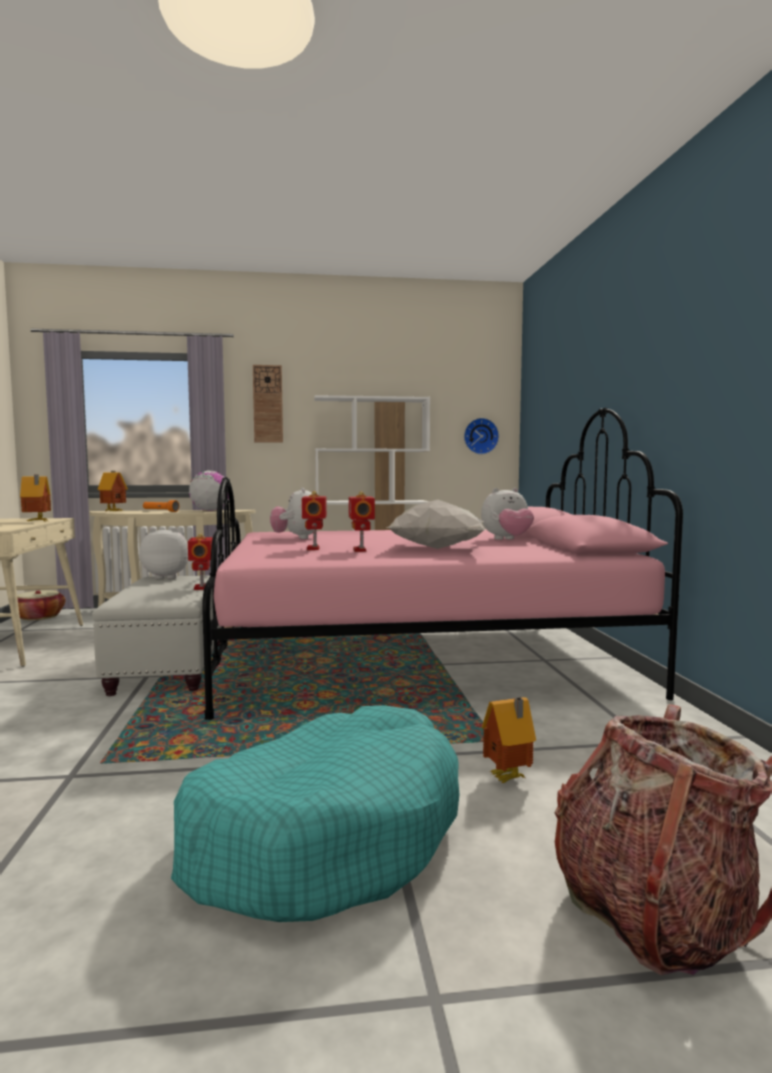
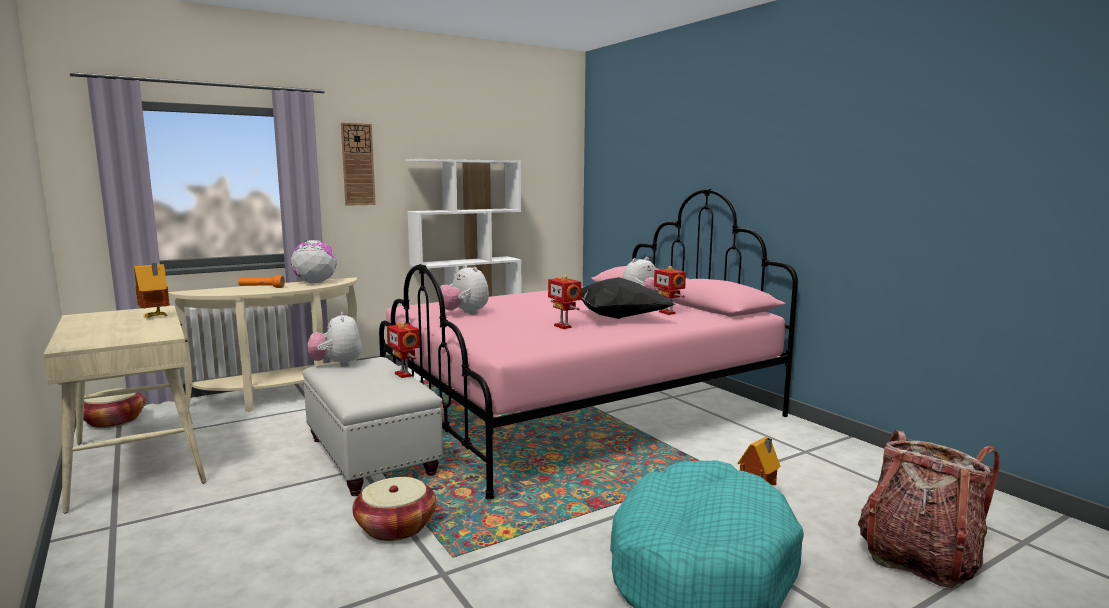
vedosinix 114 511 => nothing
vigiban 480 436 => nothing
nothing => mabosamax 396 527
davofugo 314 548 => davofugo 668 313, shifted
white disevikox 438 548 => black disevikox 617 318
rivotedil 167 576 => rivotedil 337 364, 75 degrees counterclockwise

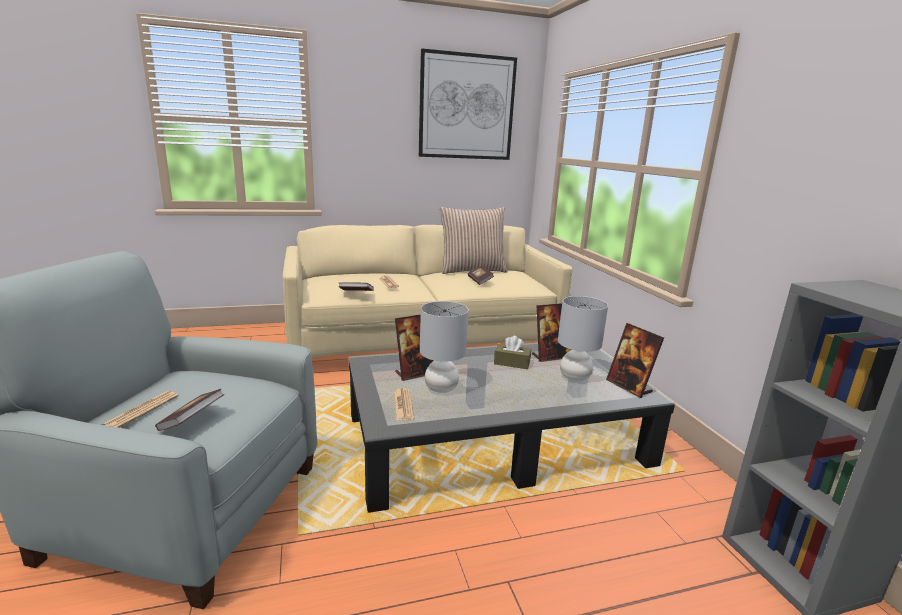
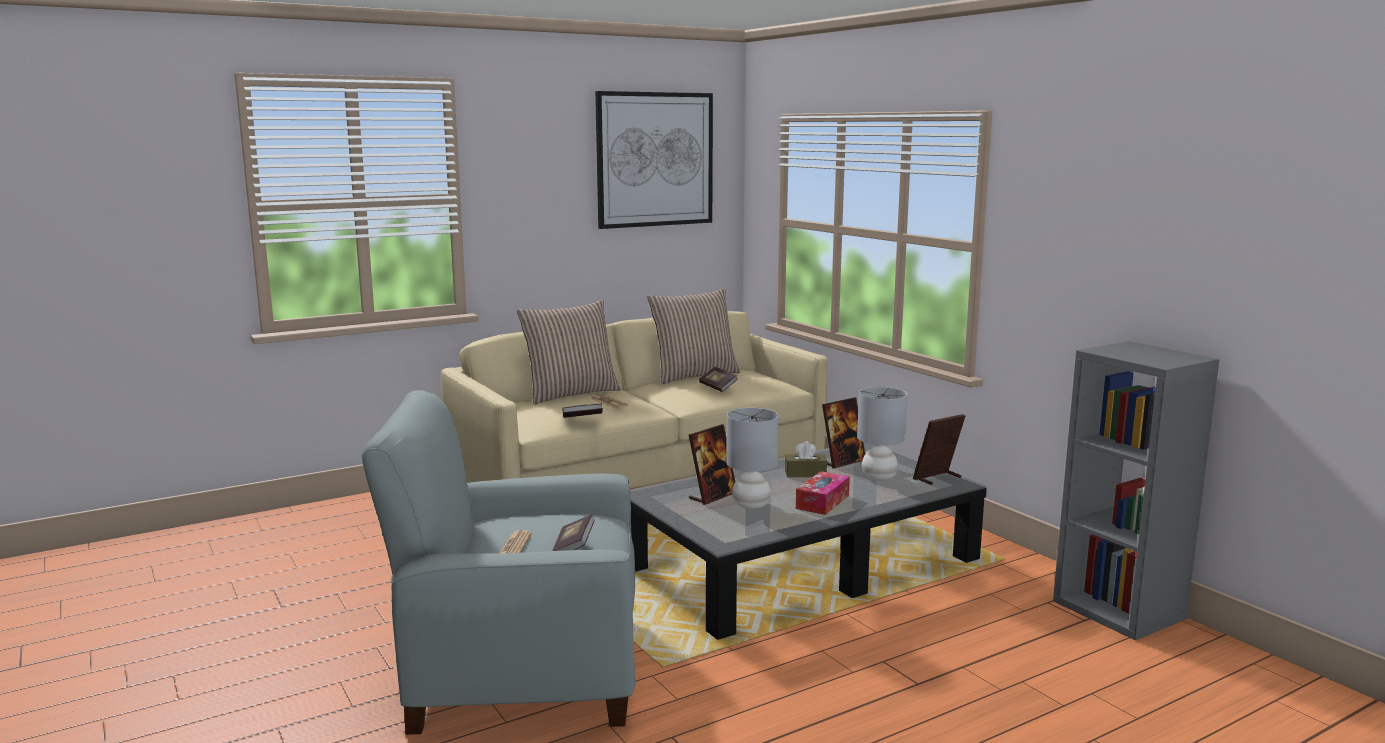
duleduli 403 405 => nothing
nothing => disevikox 570 393
nothing => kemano 822 502
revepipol 629 386 => revepipol 937 478, 105 degrees clockwise

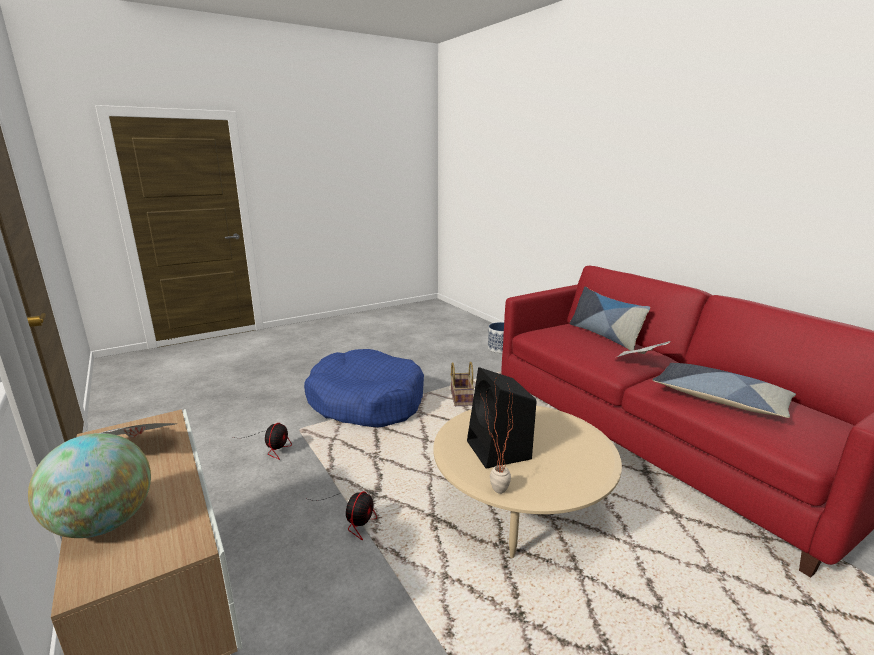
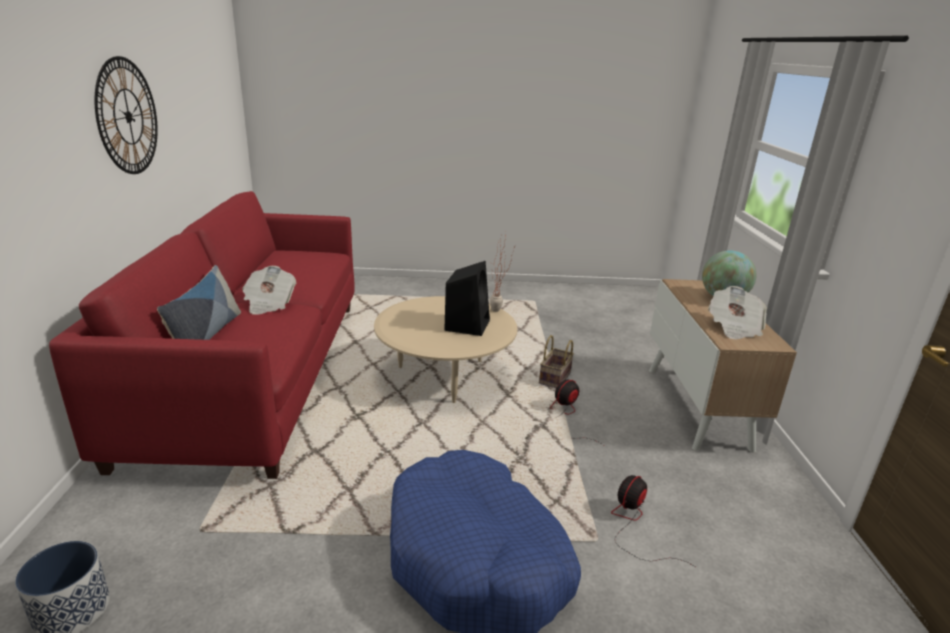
disevikox 719 399 => nothing
nothing => vigiban 128 116
mabosamax 460 398 => mabosamax 555 379, shifted

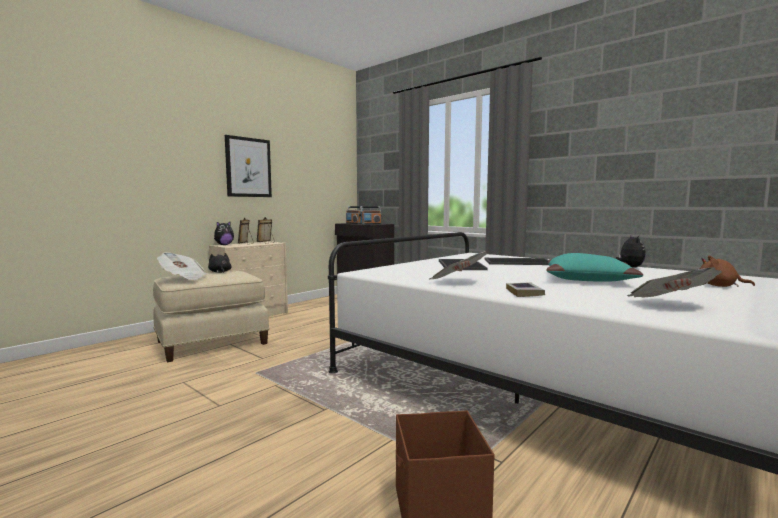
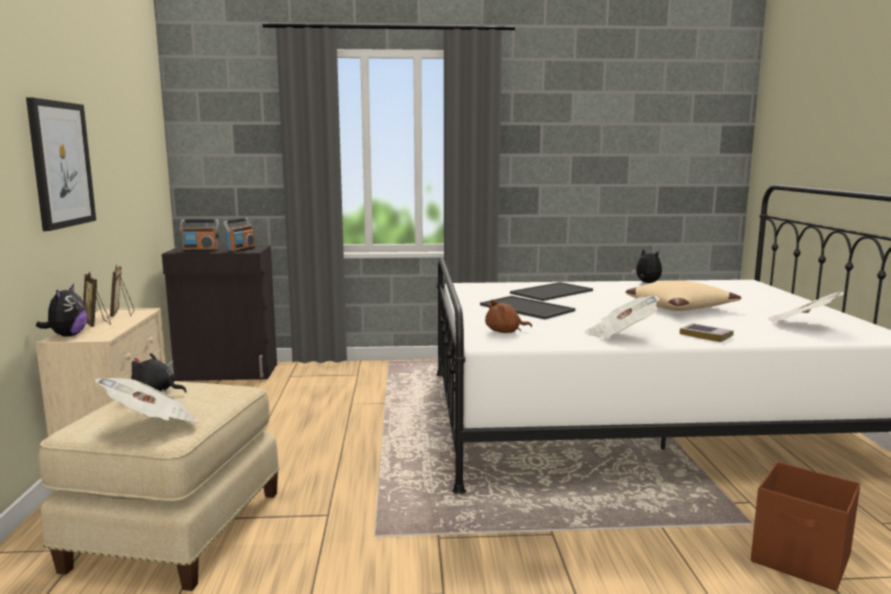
brown rivotedil 720 286 => brown rivotedil 505 332, shifted
turquoise disevikox 588 279 => beige disevikox 679 307

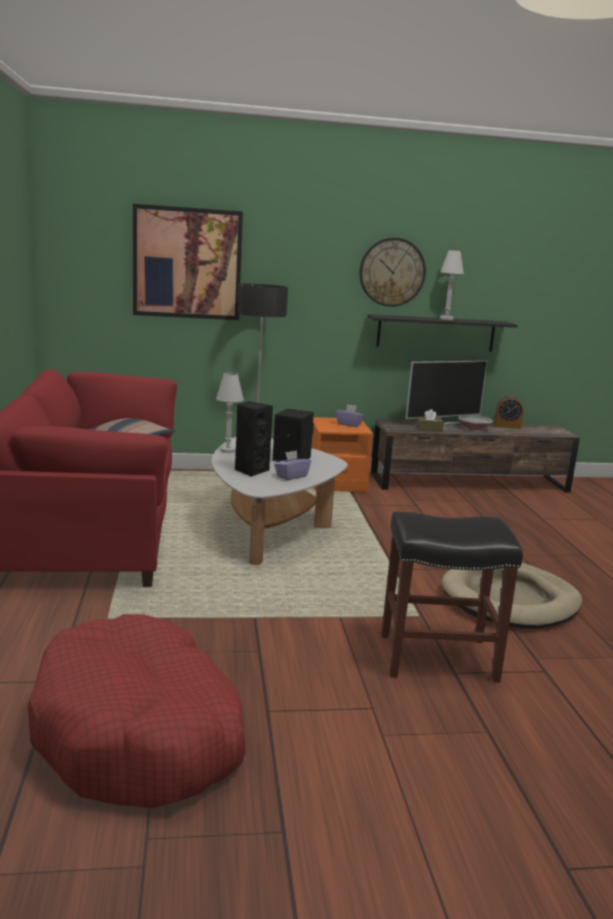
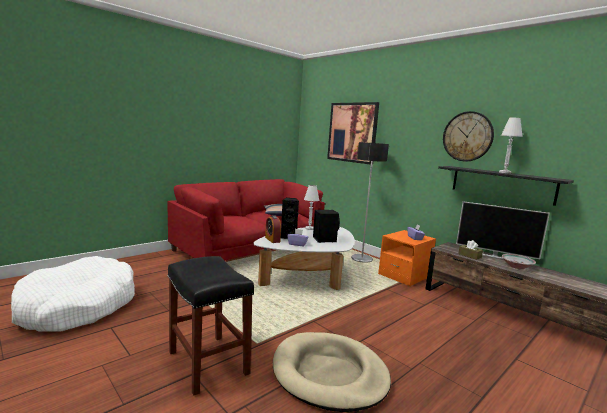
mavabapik 507 426 => mavabapik 272 239, shifted
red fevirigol 139 733 => white fevirigol 78 306

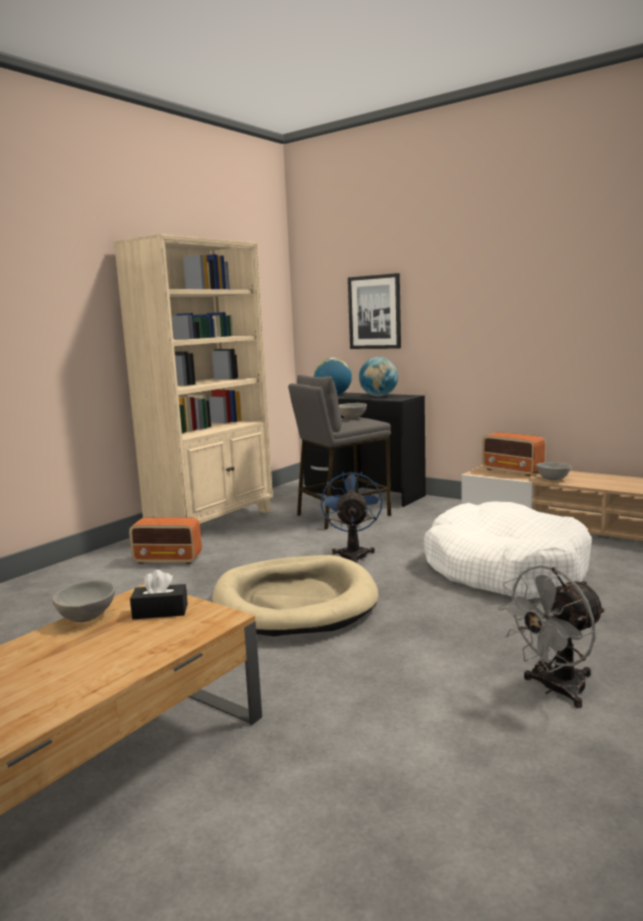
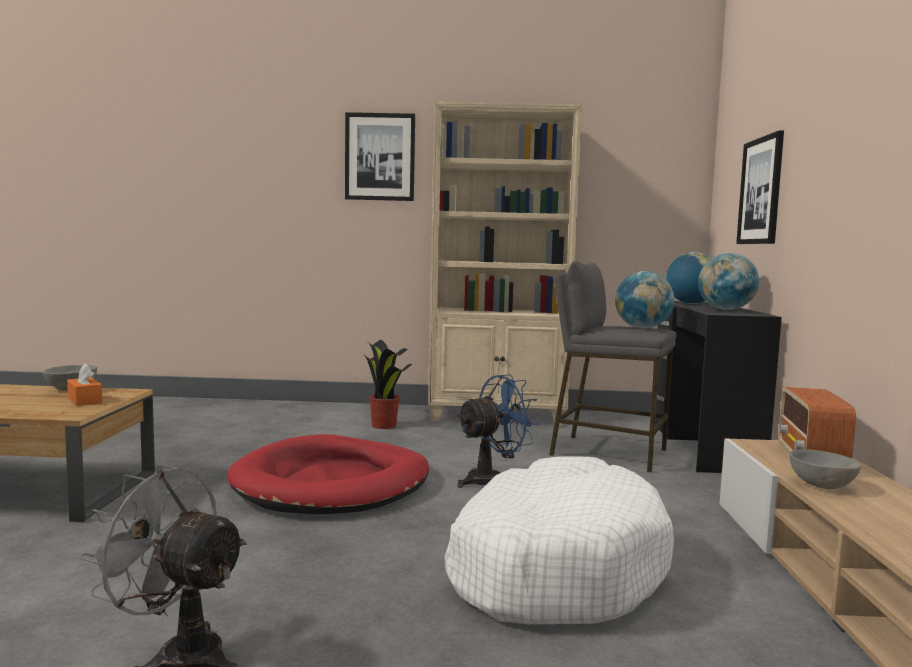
nothing => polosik 380 157
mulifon 168 560 => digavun 383 425
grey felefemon 352 418 => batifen 642 328
black kemano 160 611 => orange kemano 84 400
beige fevirigol 294 602 => red fevirigol 333 483

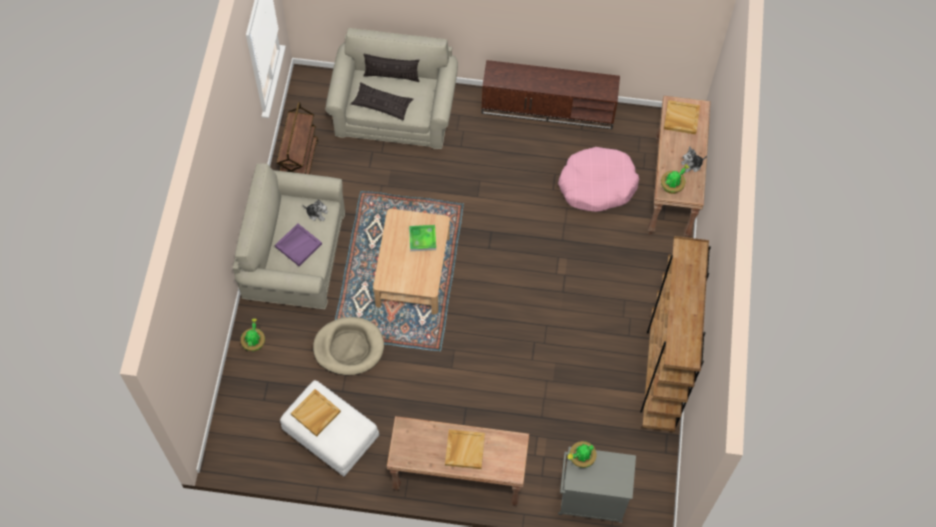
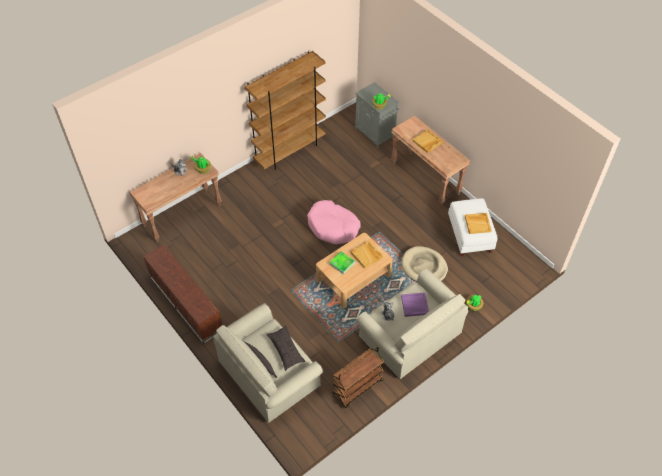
pink fevirigol 597 185 => pink fevirigol 333 227, shifted
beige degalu 681 118 => beige degalu 367 255, shifted

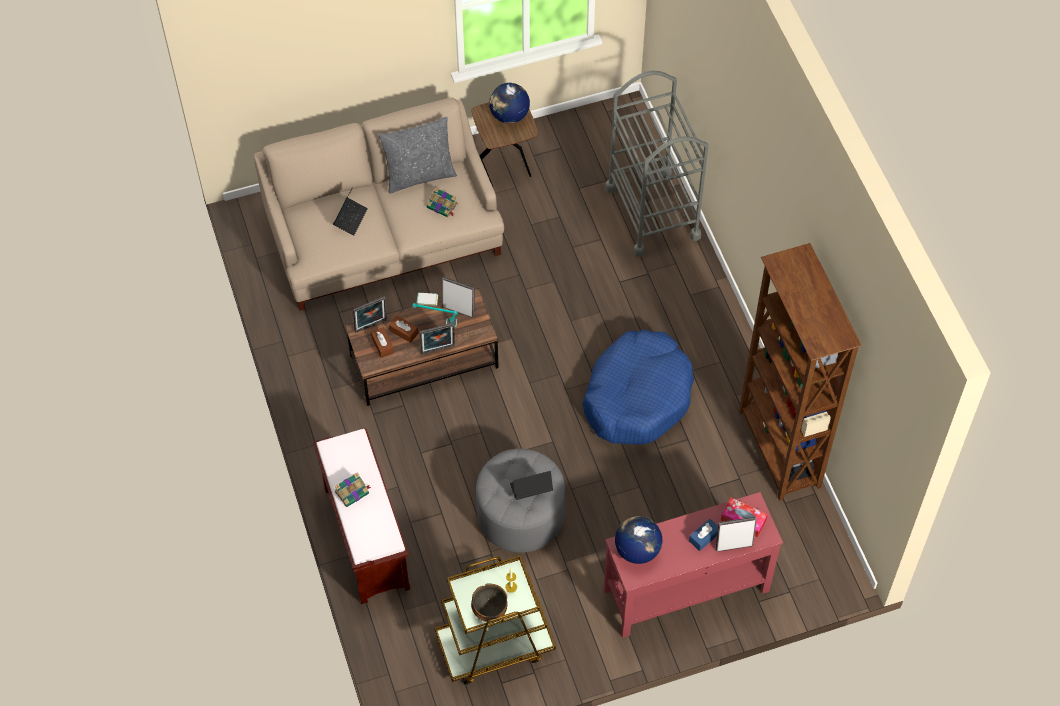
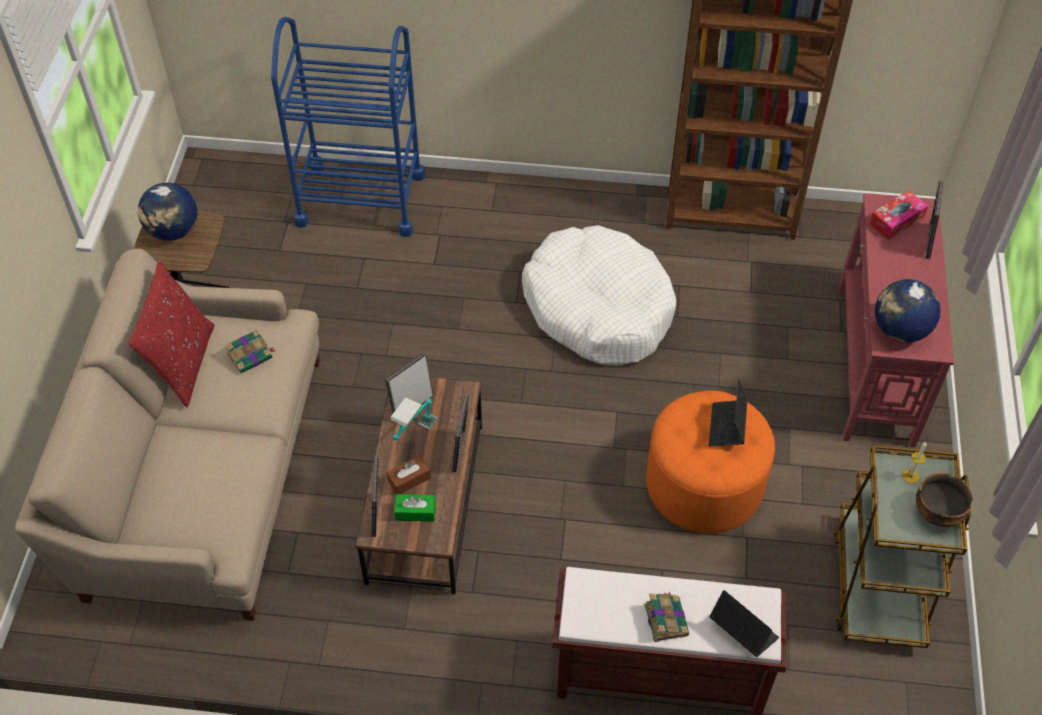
blue kemano 704 537 => nothing
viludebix 350 218 => viludebix 742 630, shifted
brown kemano 382 345 => green kemano 415 512
grey disevikox 419 175 => red disevikox 183 363
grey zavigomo 520 514 => orange zavigomo 704 484
blue fevirigol 637 396 => white fevirigol 598 308
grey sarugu 652 212 => blue sarugu 360 199

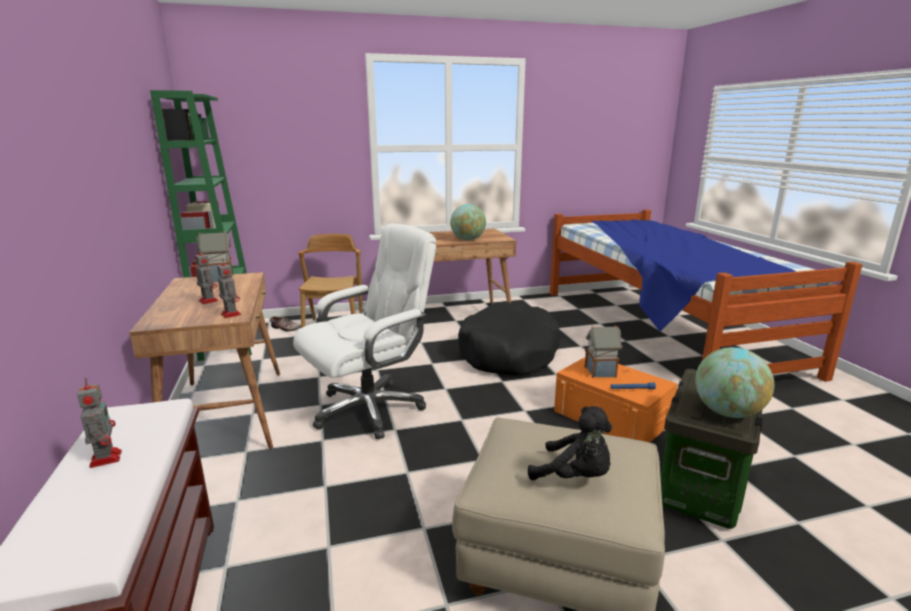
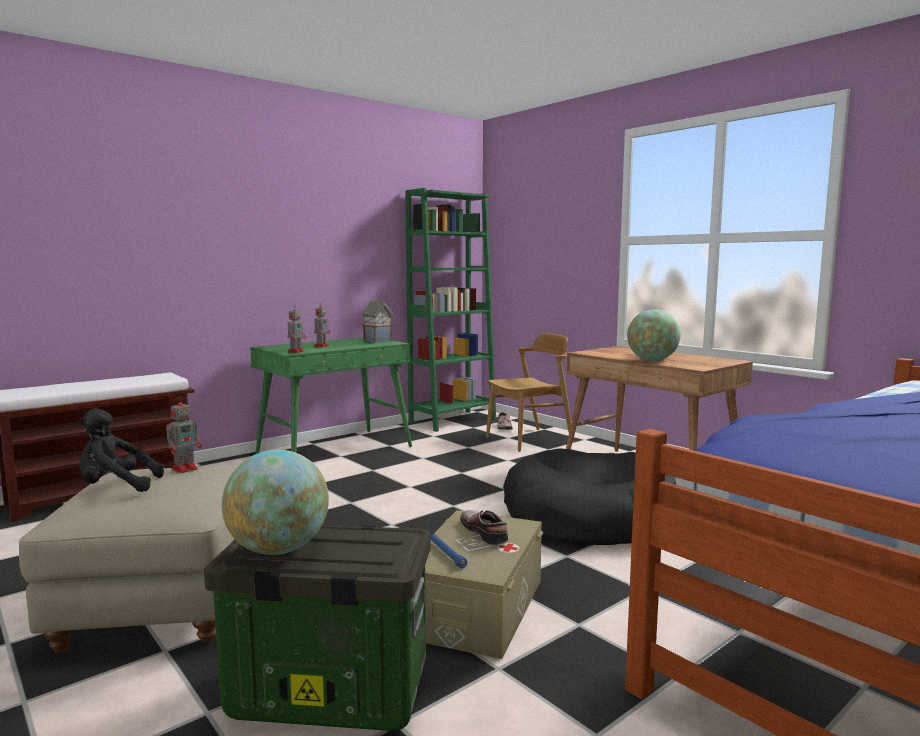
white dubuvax 369 409 => nothing
davofugo 106 458 => davofugo 186 468, shifted
vedosinix 601 371 => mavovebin 486 532
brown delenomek 226 413 => green delenomek 335 449
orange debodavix 611 417 => beige debodavix 476 607
black rivotedil 575 476 => black rivotedil 116 487, 75 degrees clockwise

